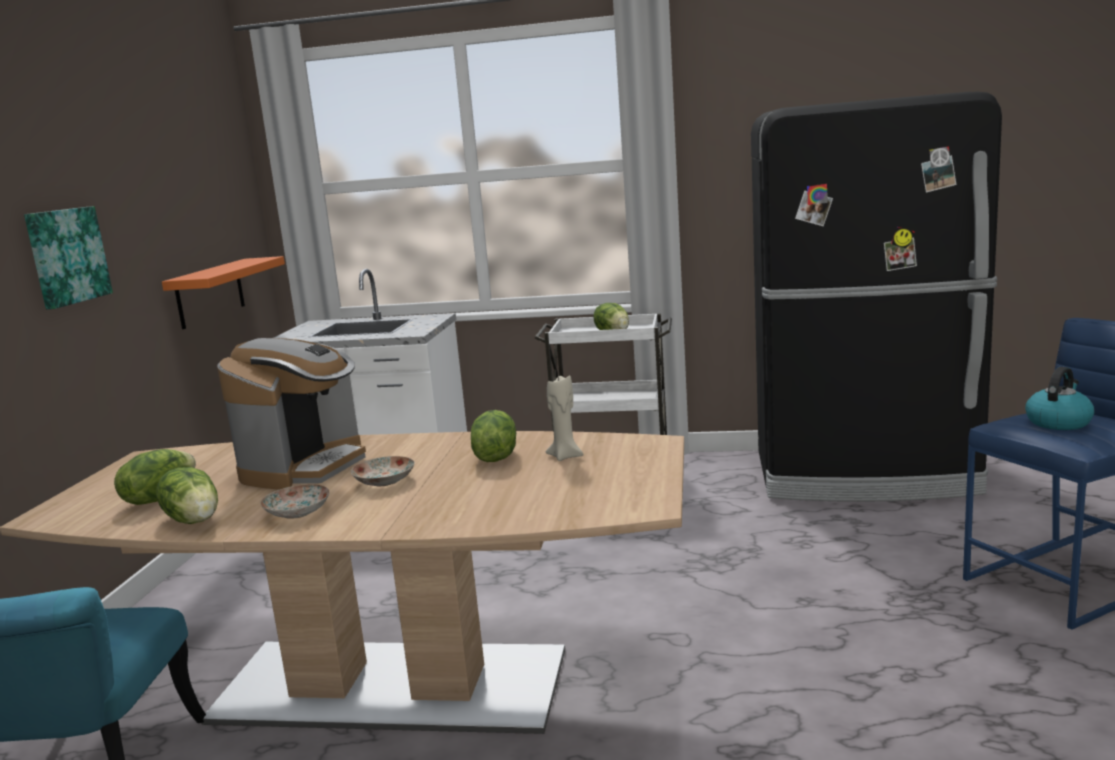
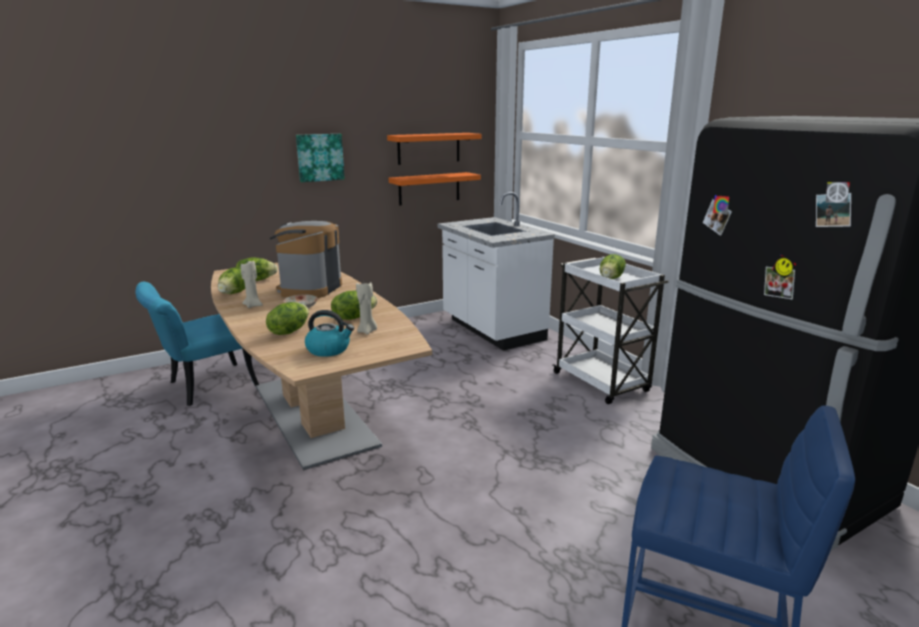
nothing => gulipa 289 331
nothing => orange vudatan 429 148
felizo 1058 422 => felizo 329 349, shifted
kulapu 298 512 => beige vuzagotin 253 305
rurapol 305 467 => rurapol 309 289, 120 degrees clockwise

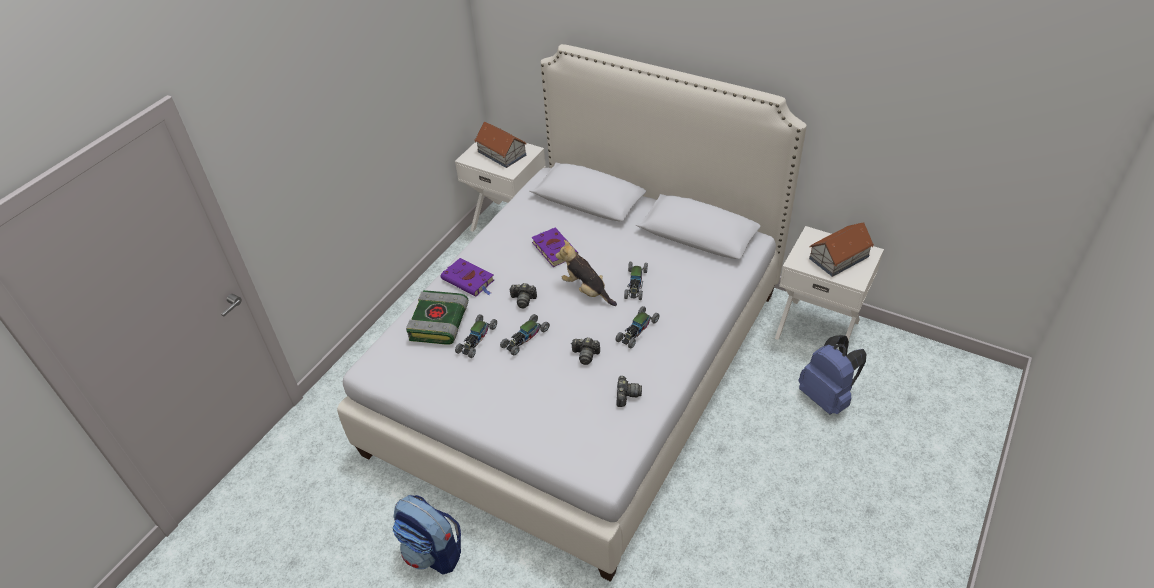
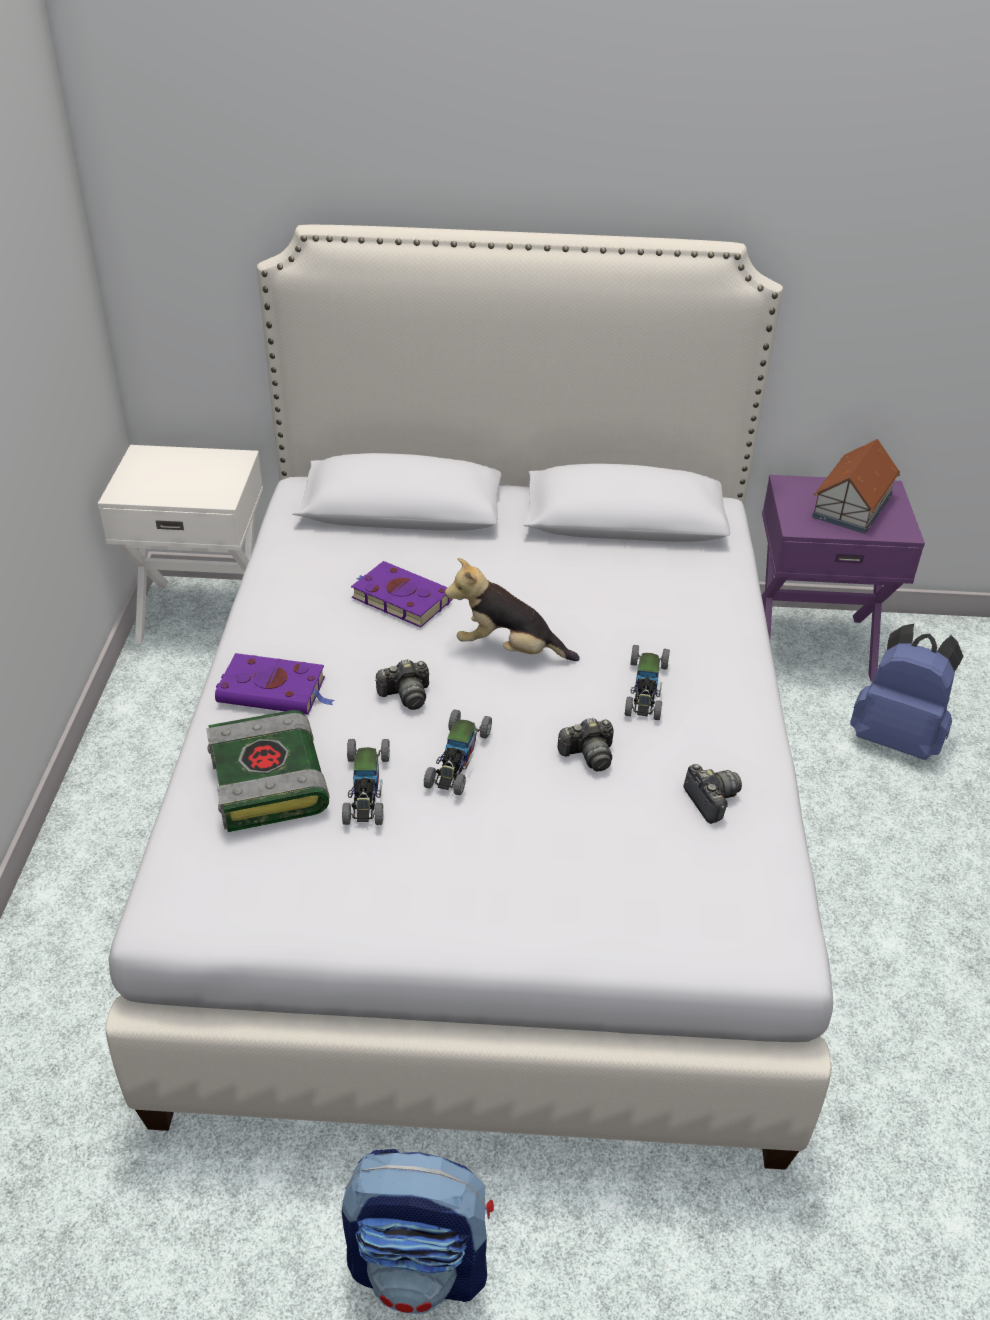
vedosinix 502 153 => nothing
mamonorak 635 284 => nothing
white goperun 818 328 => purple goperun 811 643

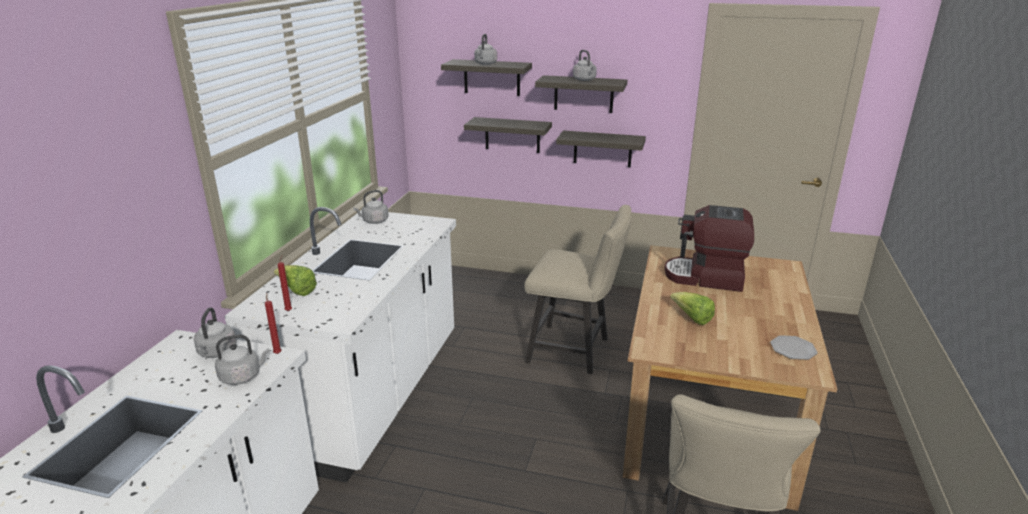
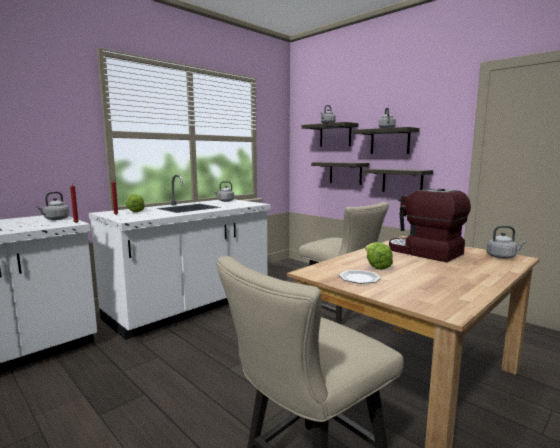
grey felizo 242 376 => grey felizo 502 257, shifted
kulapu 793 349 => kulapu 359 278, shifted

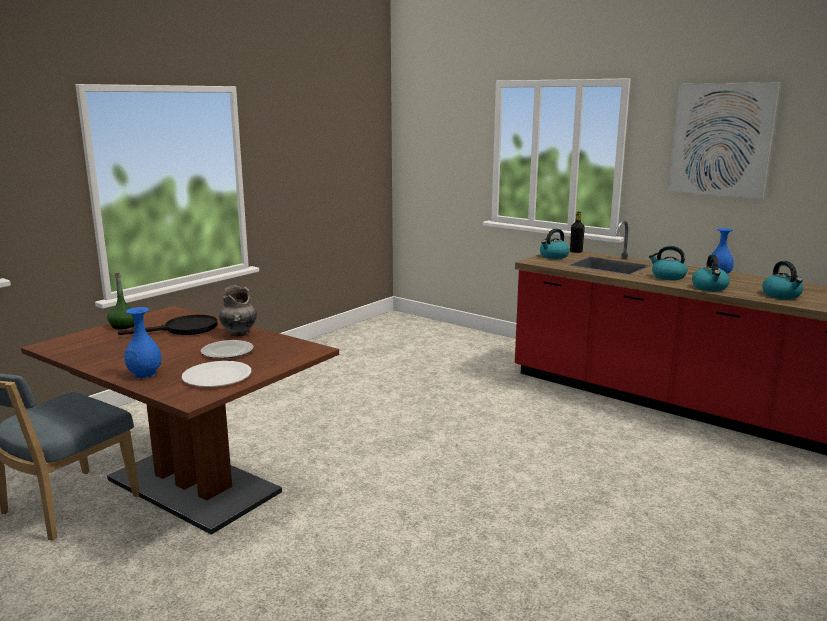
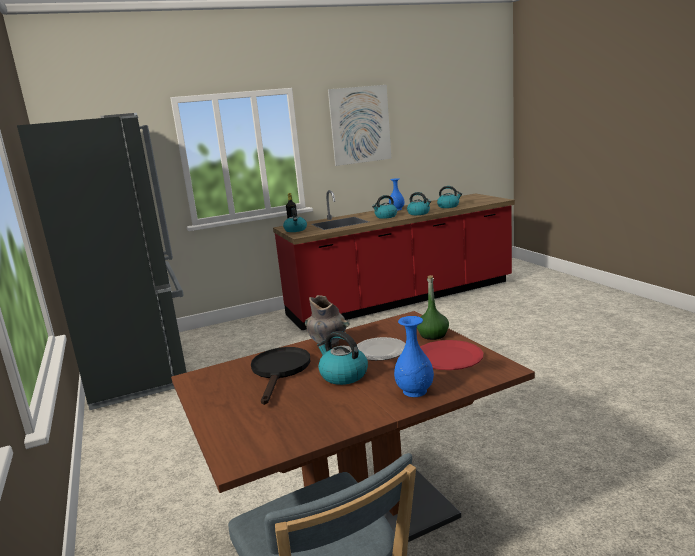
nothing => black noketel 141 368
nothing => felizo 343 375
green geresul 124 326 => green geresul 433 335, shifted
white kulapu 217 376 => red kulapu 448 357

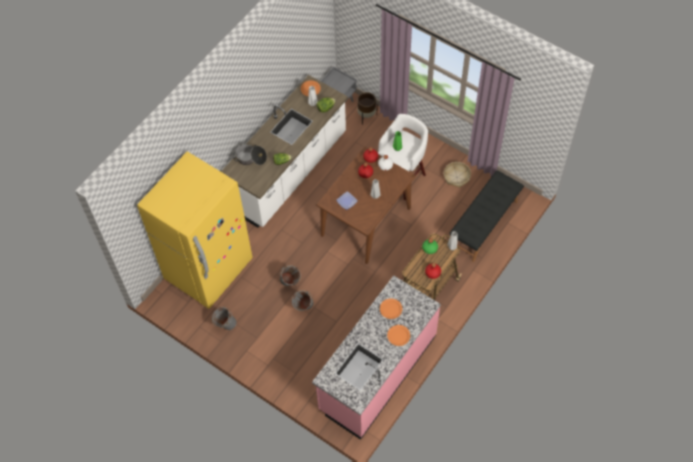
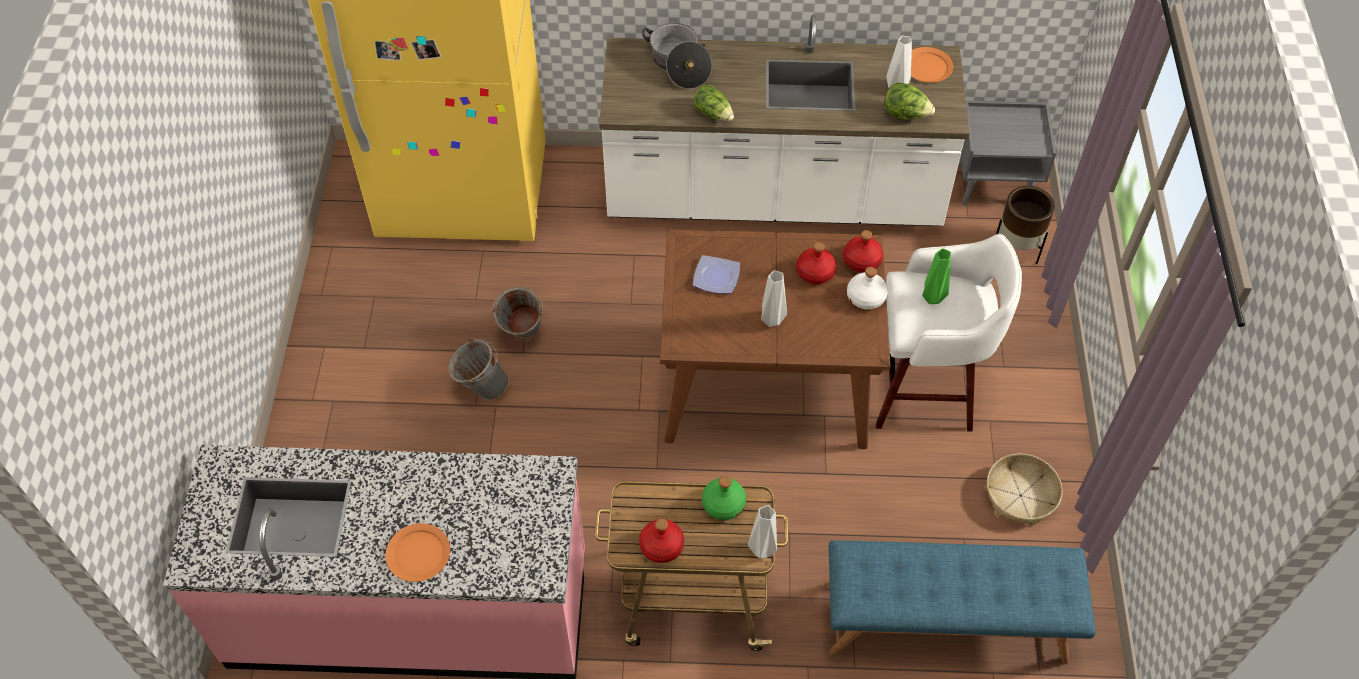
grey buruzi 225 325 => nothing
orange kulapu 391 309 => nothing
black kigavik 484 224 => blue kigavik 946 624

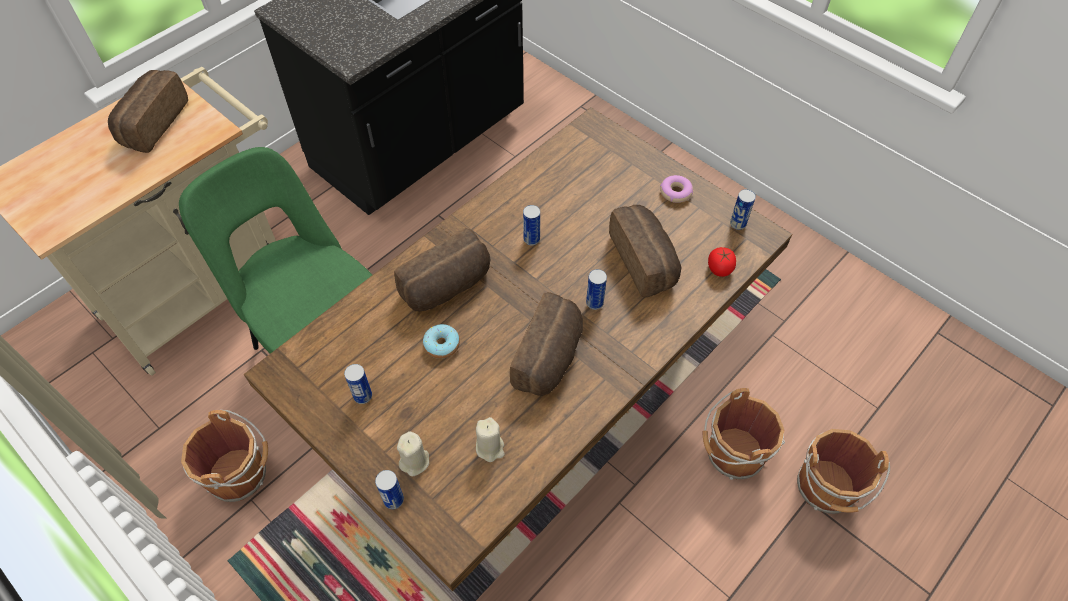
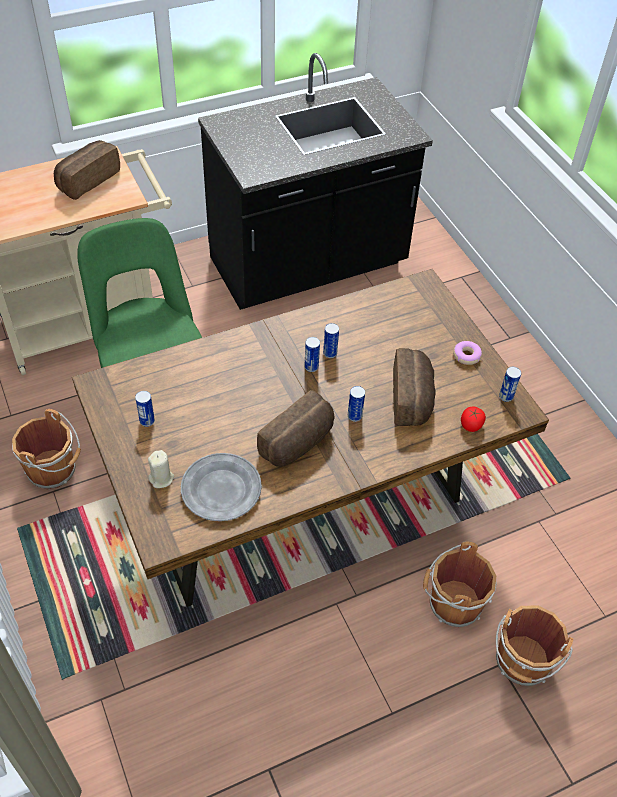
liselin 448 287 => nothing
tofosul 441 345 => nothing
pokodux 393 500 => pokodux 311 367, shifted
beige vuzagotin 490 448 => grey kulapu 220 489

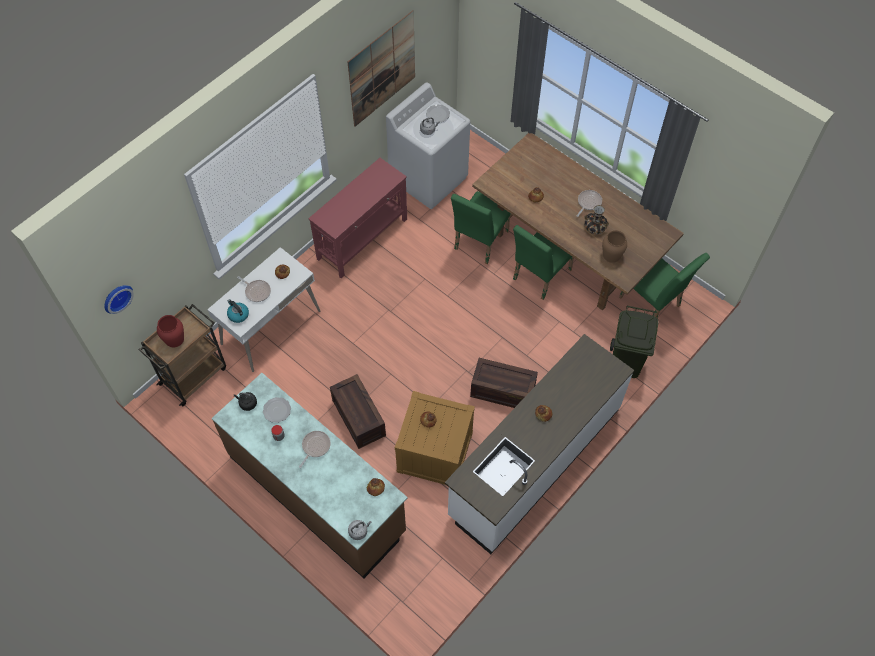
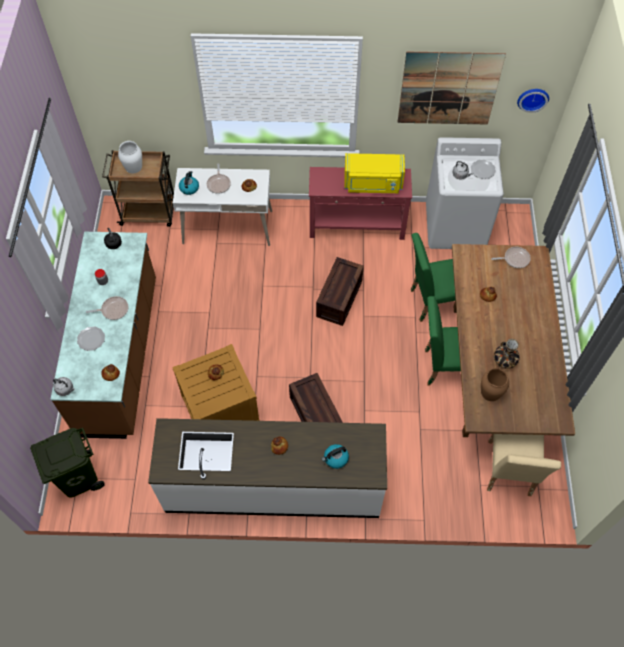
nothing => felizo 335 458
nothing => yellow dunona 373 184
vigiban 116 297 => vigiban 532 98, shifted
kulapu 276 410 => kulapu 91 339, shifted
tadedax 360 418 => tadedax 340 299, shifted
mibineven 588 203 => mibineven 514 259, shifted
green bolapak 625 362 => green bolapak 78 477, shifted
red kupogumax 174 339 => white kupogumax 133 167
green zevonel 653 304 => beige zevonel 508 473

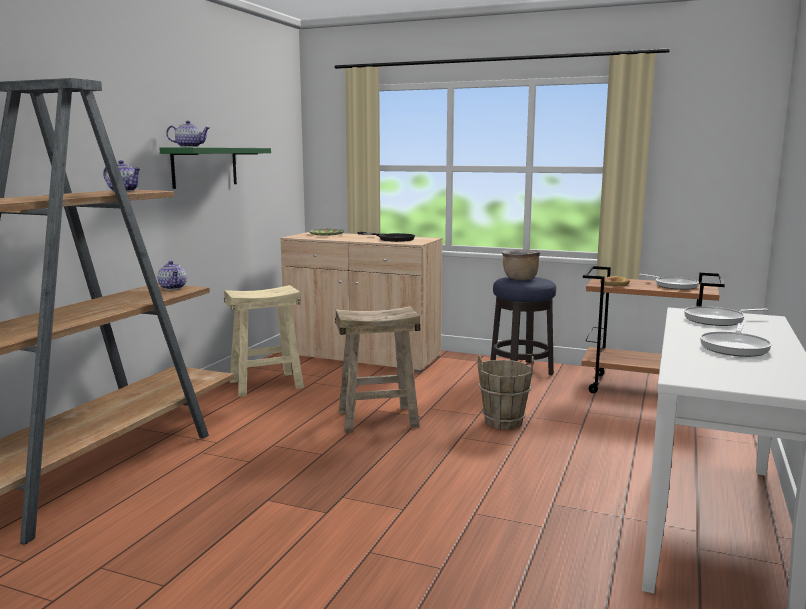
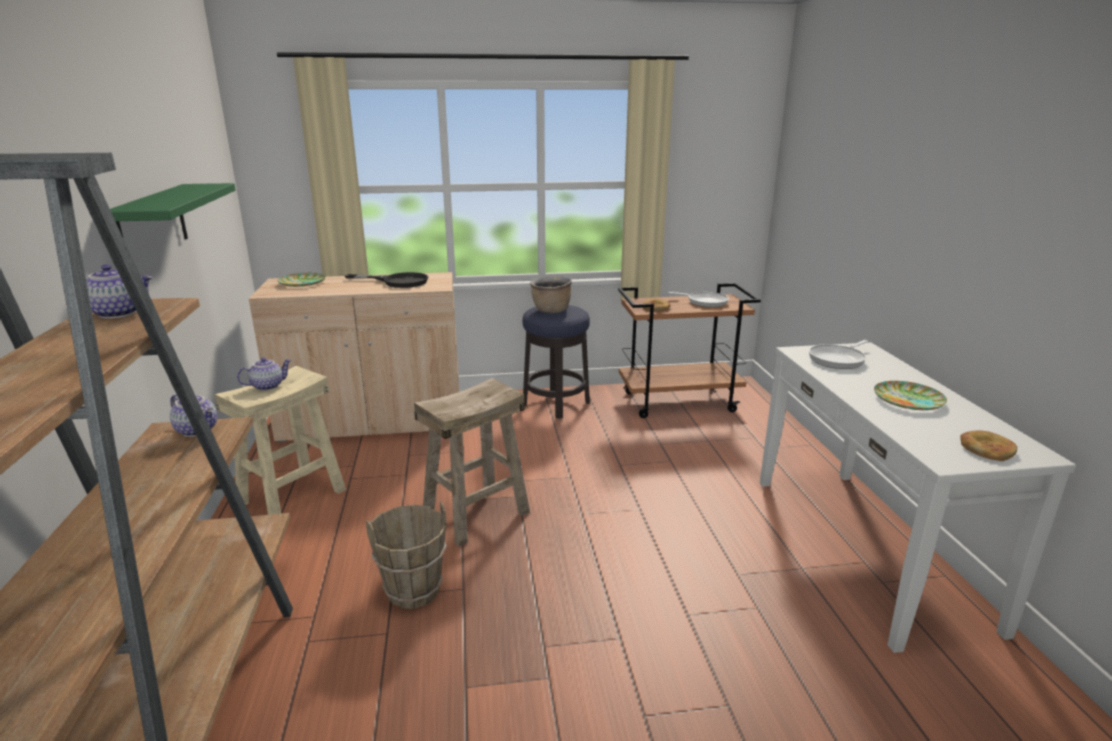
nothing => liselin 986 449
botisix 189 147 => botisix 268 386, shifted
brown buruzi 503 422 => brown buruzi 413 590, shifted
mibineven 735 347 => kulapu 908 400

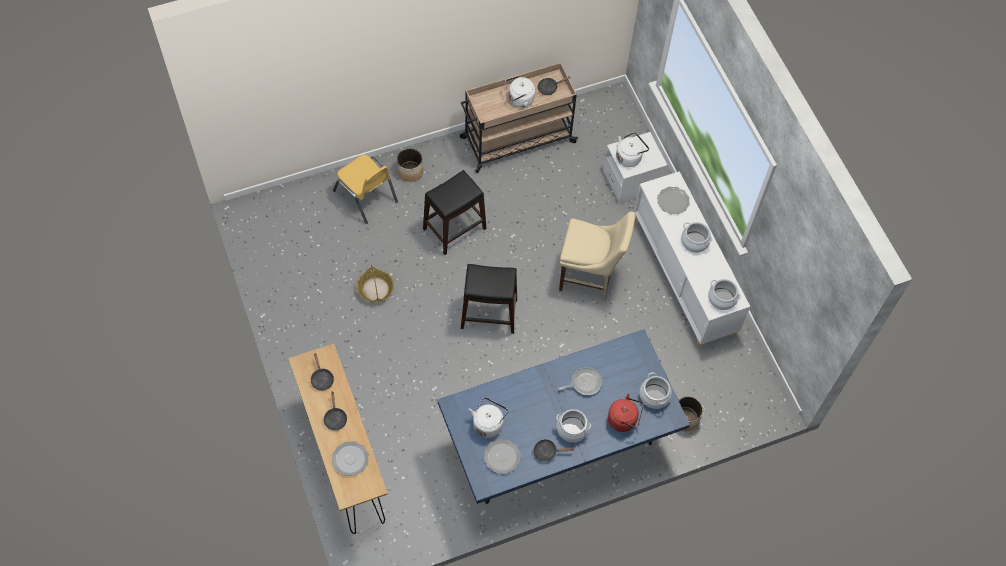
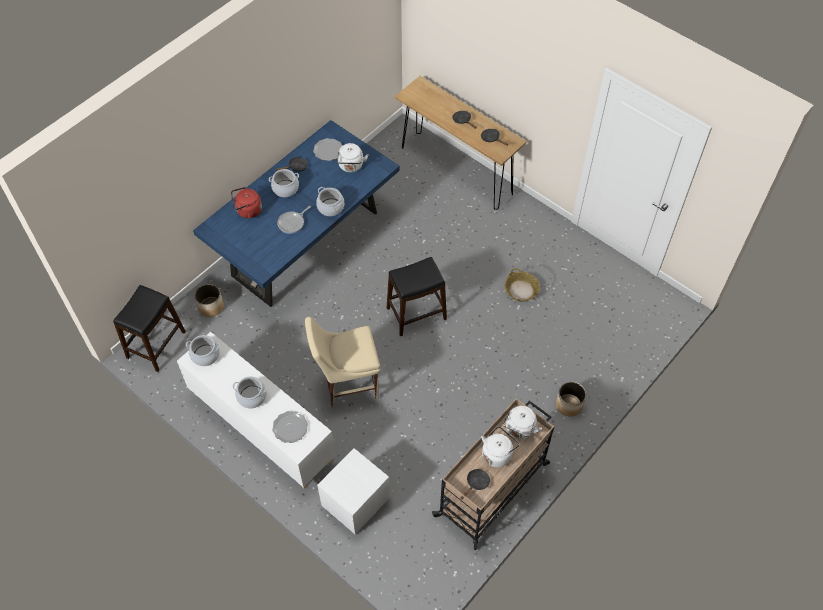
kulapu 350 459 => nothing
yellow zevonel 366 196 => nothing
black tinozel 455 229 => black tinozel 155 345, shifted
white felizo 629 157 => white felizo 519 430, shifted
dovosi 654 396 => dovosi 330 207, shifted

